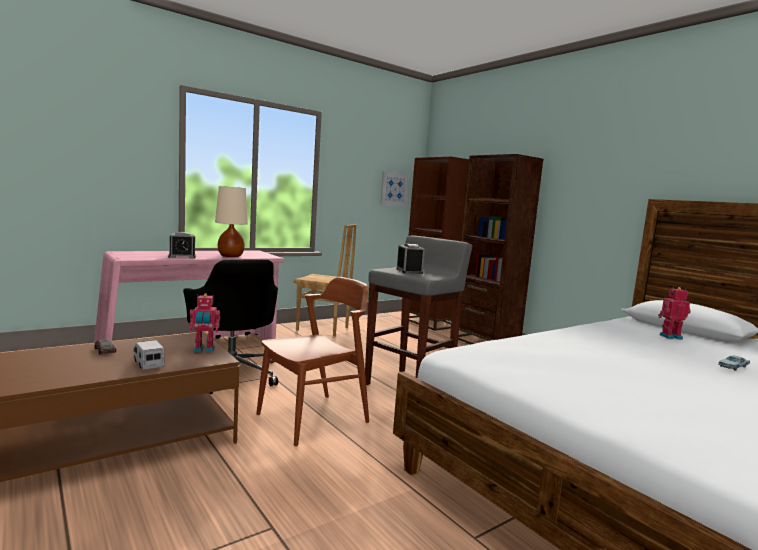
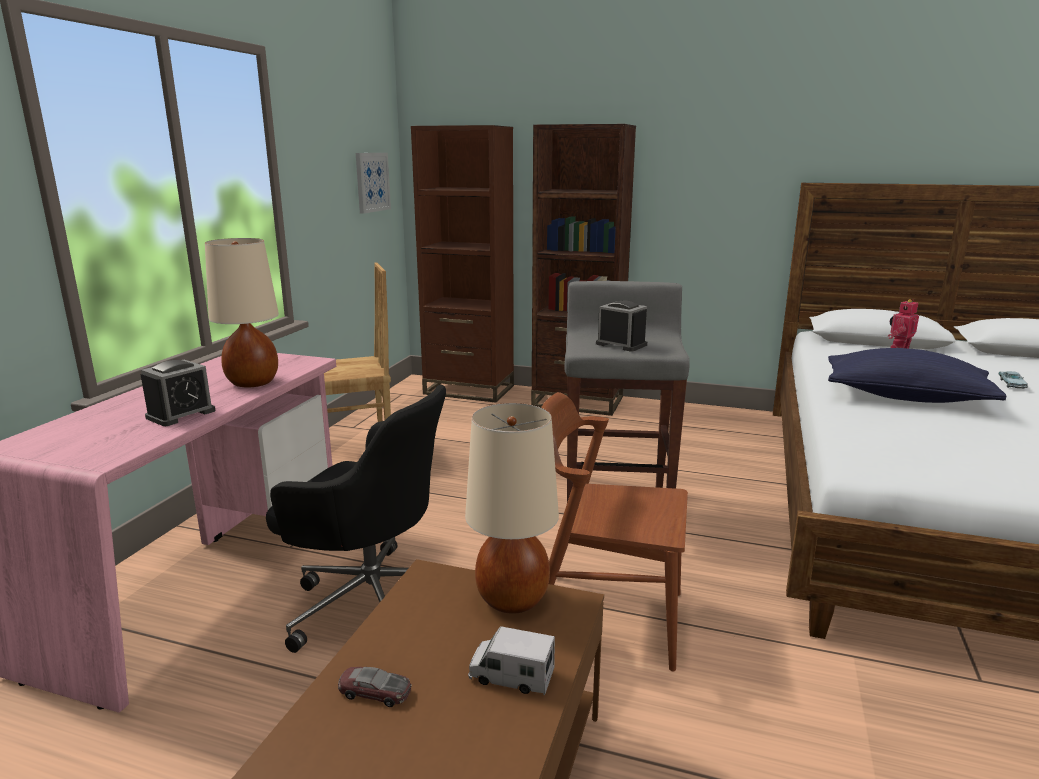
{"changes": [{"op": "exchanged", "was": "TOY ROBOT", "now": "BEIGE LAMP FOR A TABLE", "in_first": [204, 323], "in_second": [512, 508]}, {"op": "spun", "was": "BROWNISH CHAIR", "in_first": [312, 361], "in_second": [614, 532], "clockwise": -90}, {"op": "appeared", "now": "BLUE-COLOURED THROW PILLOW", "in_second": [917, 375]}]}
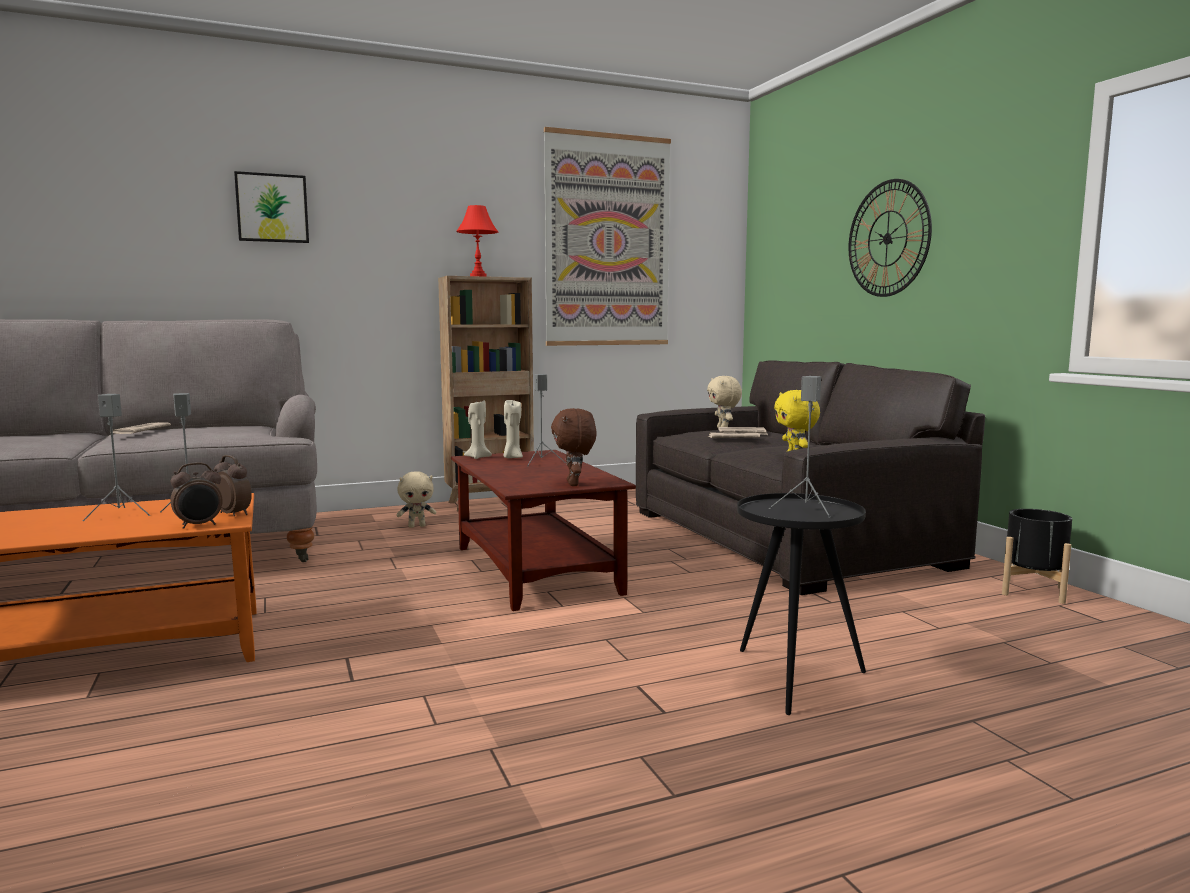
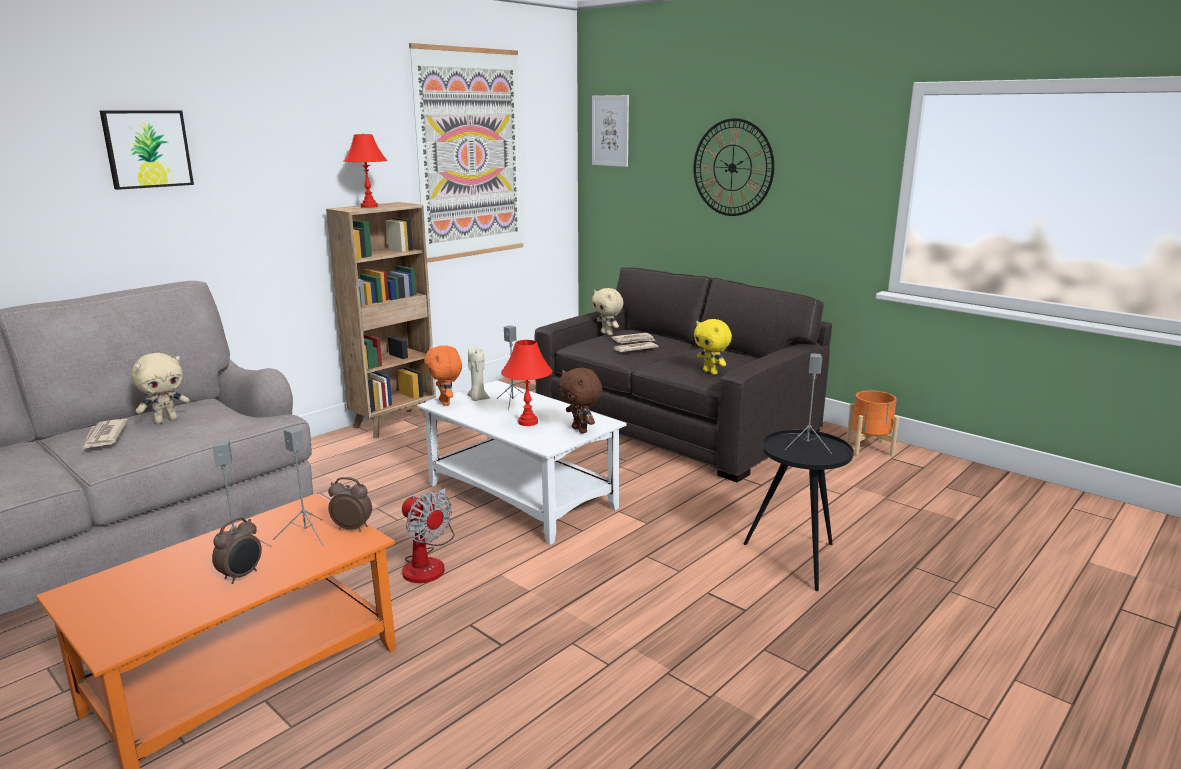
{"changes": [{"op": "relocated", "was": "BEIGE CUDDLY TOY", "in_first": [416, 499], "in_second": [160, 388]}, {"op": "relocated", "was": "TABLE CLOCK", "in_first": [196, 495], "in_second": [237, 550]}, {"op": "appeared", "now": "ELECTRIC FAN", "in_second": [428, 535]}, {"op": "colour", "was": "BROWNISH COFFEE TABLE", "now": "WHITE-COLOURED COFFEE TABLE", "in_first": [543, 530], "in_second": [521, 462]}, {"op": "exchanged", "was": "BEIGE CANDLE", "now": "ORANGE-COLOURED CUDDLY TOY", "in_first": [478, 429], "in_second": [443, 375]}, {"op": "appeared", "now": "REDDISH LAMP FOR A TABLE", "in_second": [526, 383]}, {"op": "appeared", "now": "PICTURE", "in_second": [610, 131]}, {"op": "colour", "was": "BLACK PLANTER", "now": "ORANGE-COLOURED PLANTER", "in_first": [1037, 556], "in_second": [872, 423]}]}
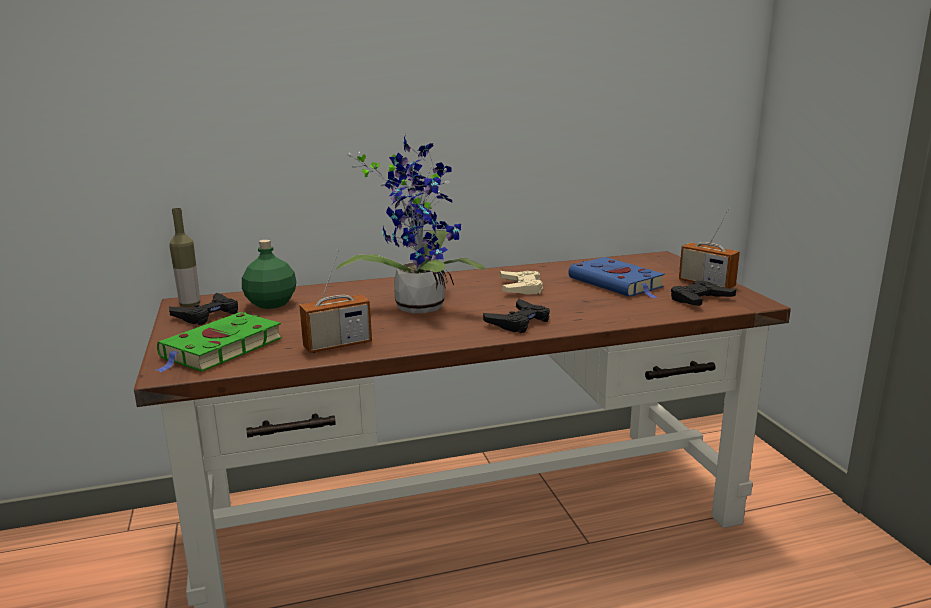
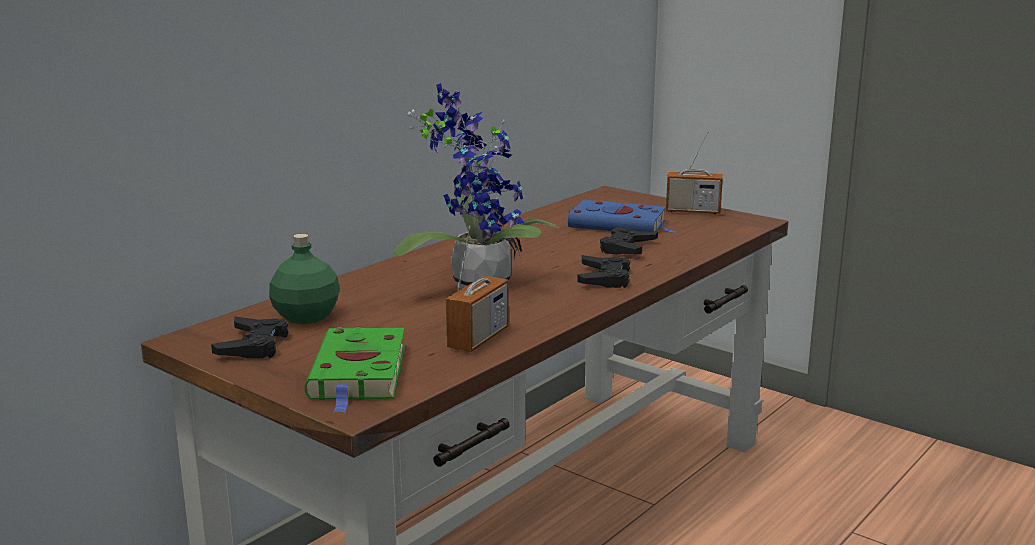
{"changes": [{"op": "relocated", "was": "BLACK GAMEPAD", "in_first": [703, 293], "in_second": [629, 241]}, {"op": "missing", "was": "DRINK BOTTLE", "in_first": [185, 257]}, {"op": "missing", "was": "BEIGE GAMEPAD", "in_first": [521, 282]}]}
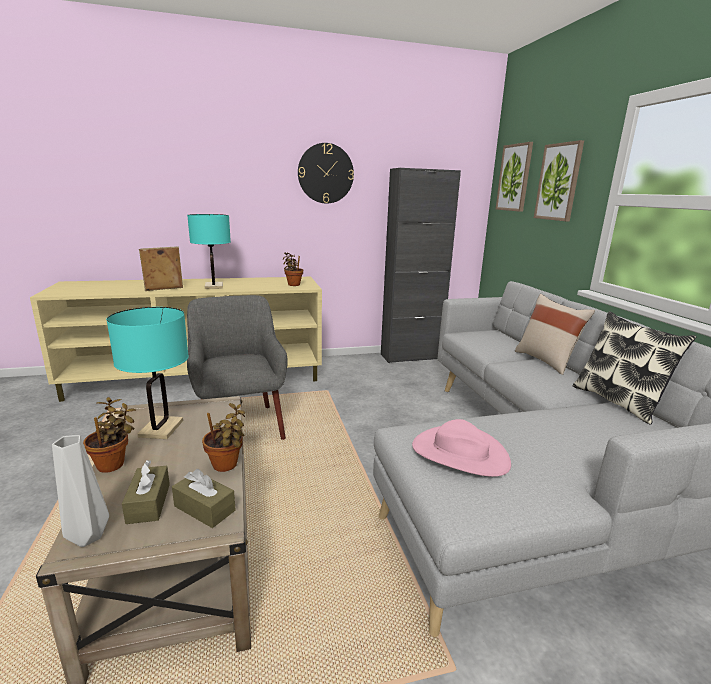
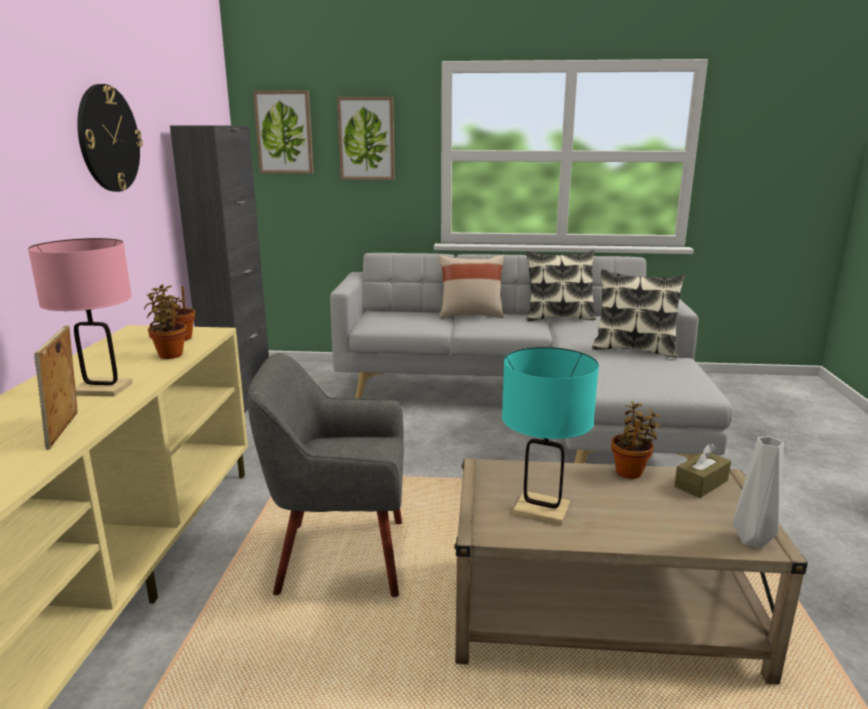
{"changes": [{"op": "colour", "was": "TURQUOISE LAMP FOR A TABLE", "now": "PINKISH LAMP FOR A TABLE", "in_first": [209, 251], "in_second": [80, 317]}, {"op": "relocated", "was": "PLANT IN A POT", "in_first": [109, 435], "in_second": [165, 326]}, {"op": "appeared", "now": "THROW PILLOW", "in_second": [639, 314]}, {"op": "missing", "was": "BROWNISH BOX OF TISSUES", "in_first": [146, 492]}, {"op": "missing", "was": "PINKISH CLOTHING HAT", "in_first": [461, 448]}]}
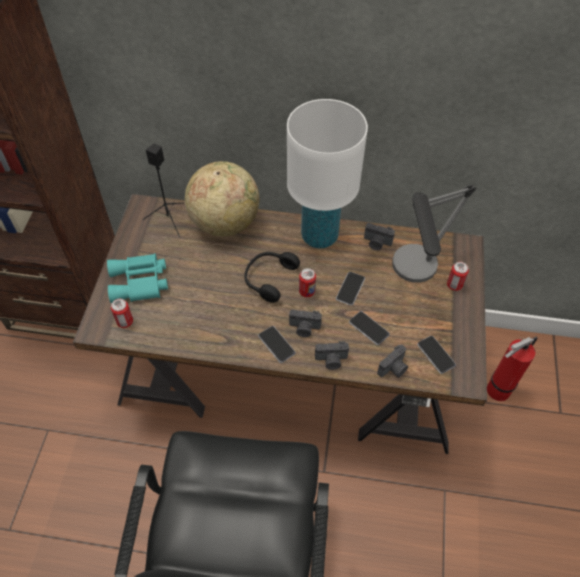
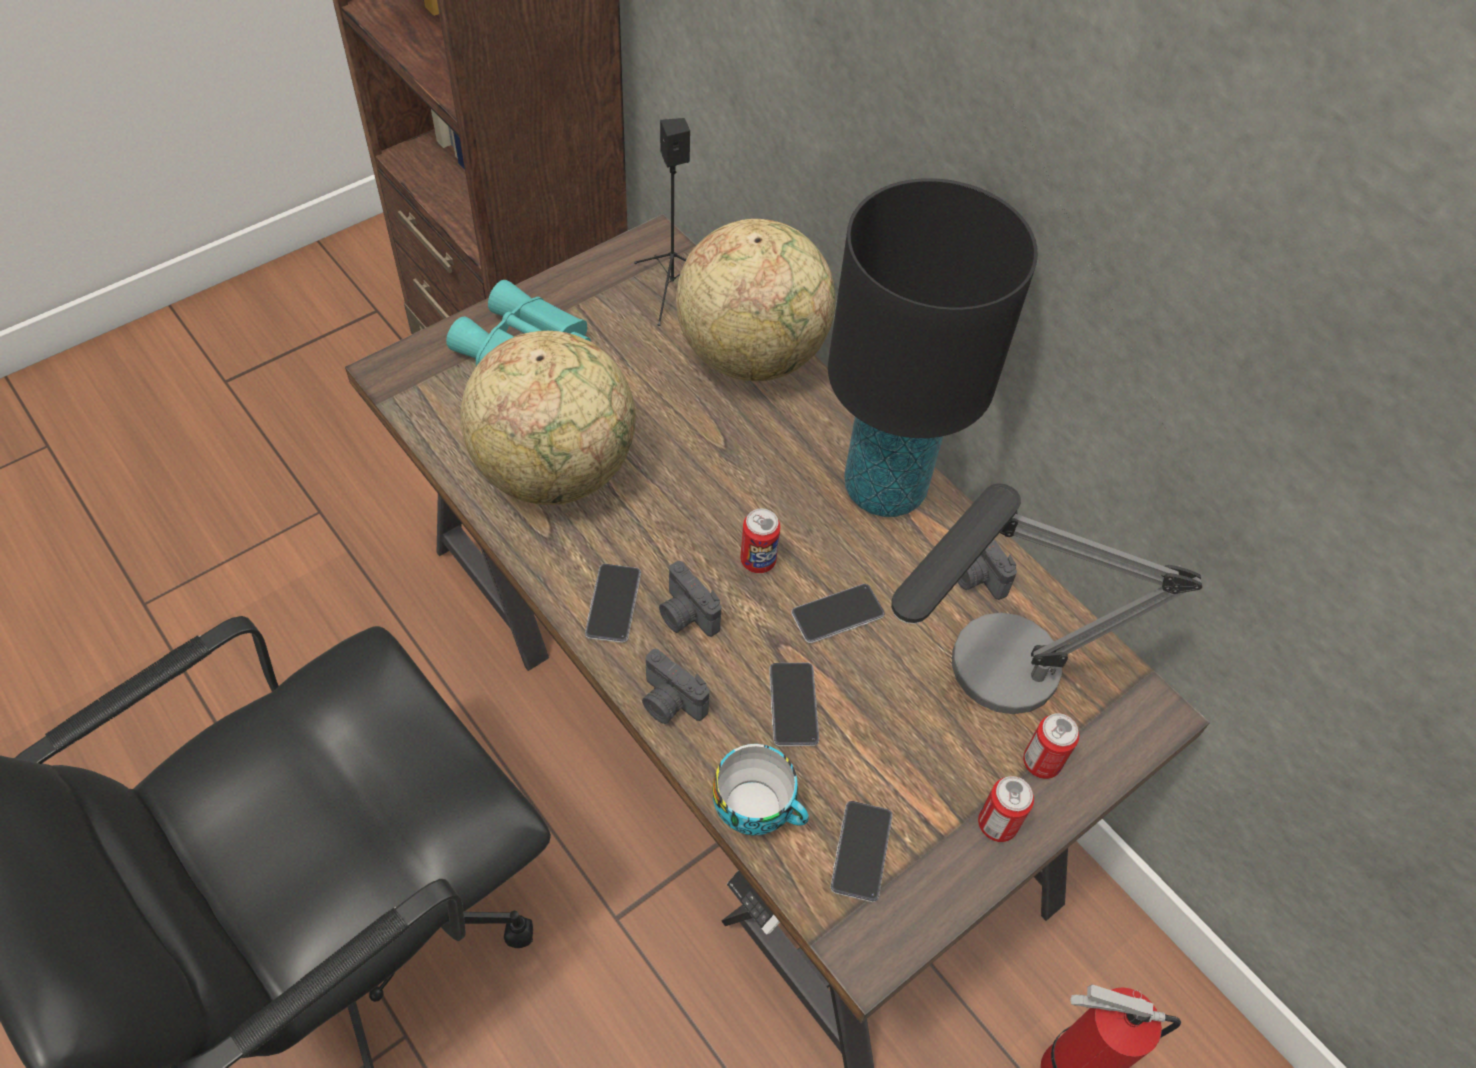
{"changes": [{"op": "appeared", "now": "WORLD GLOBE", "in_second": [548, 418]}, {"op": "exchanged", "was": "STILL CAMERA", "now": "CUP", "in_first": [392, 361], "in_second": [760, 790]}, {"op": "colour", "was": "WHITE-COLOURED LAMP FOR A TABLE", "now": "BLACK LAMP FOR A TABLE", "in_first": [327, 173], "in_second": [933, 347]}, {"op": "relocated", "was": "SEALED CAN", "in_first": [122, 313], "in_second": [1006, 809]}, {"op": "missing", "was": "BLACK HEADPHONES", "in_first": [272, 277]}]}
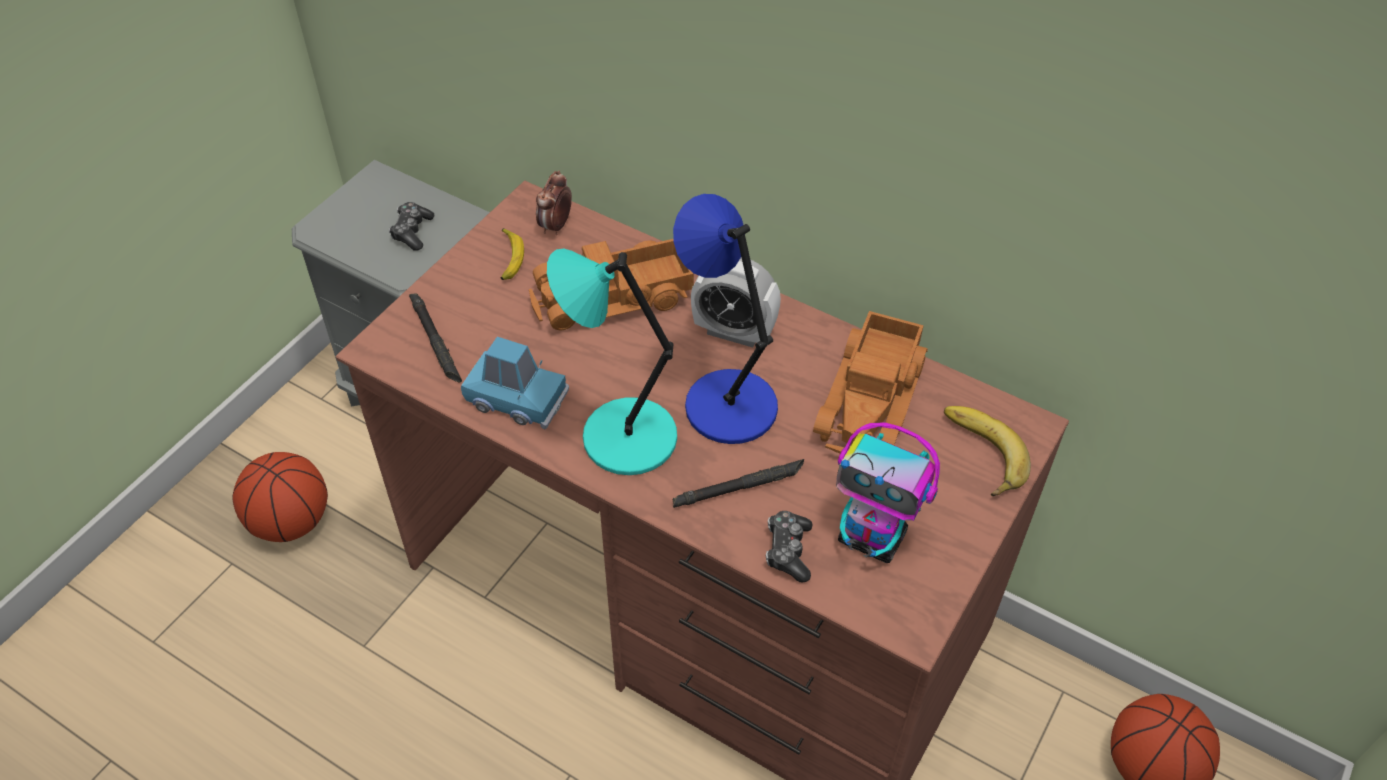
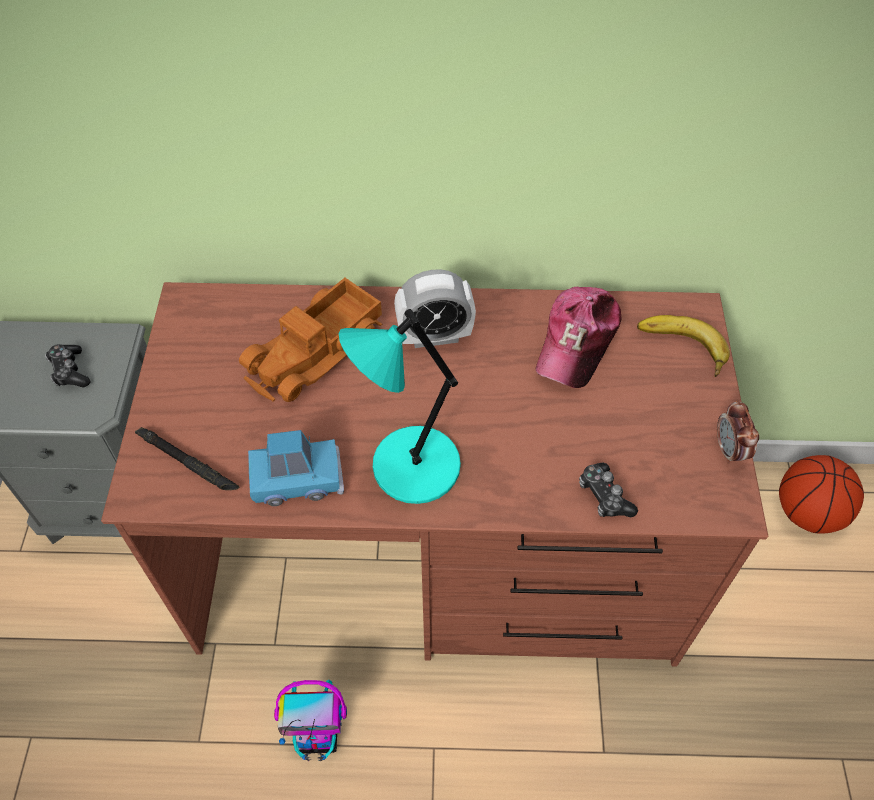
{"changes": [{"op": "relocated", "was": "TOY ROBOT", "in_first": [888, 492], "in_second": [310, 721]}, {"op": "exchanged", "was": "TOY LORRY", "now": "CAP", "in_first": [870, 382], "in_second": [578, 337]}, {"op": "relocated", "was": "TABLE CLOCK", "in_first": [554, 202], "in_second": [738, 432]}, {"op": "missing", "was": "BASKETBALL", "in_first": [280, 497]}, {"op": "missing", "was": "BANANA", "in_first": [512, 254]}, {"op": "missing", "was": "BLUE-COLOURED LAMP FOR A TABLE", "in_first": [725, 319]}, {"op": "missing", "was": "BLACK FLASHLIGHT", "in_first": [738, 483]}]}
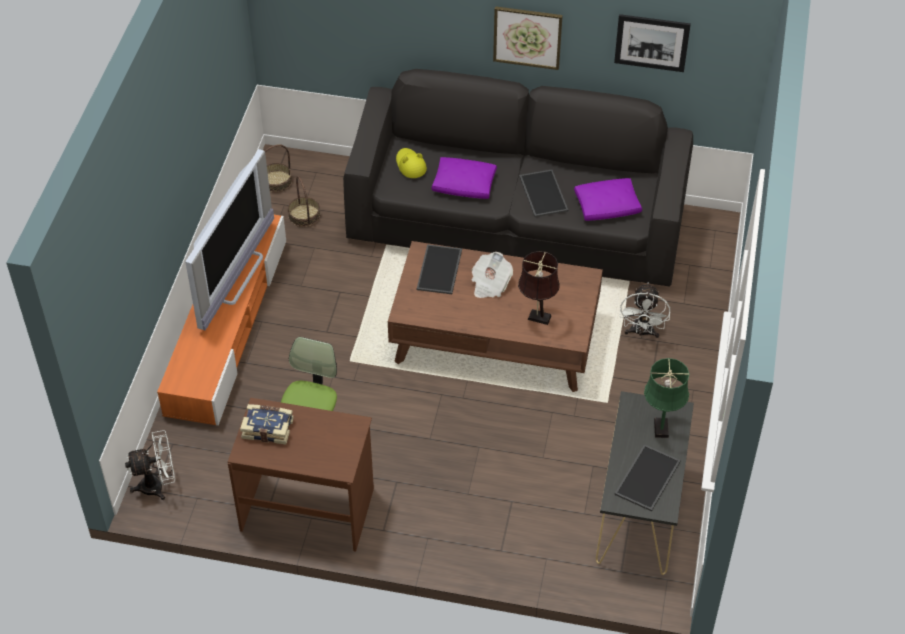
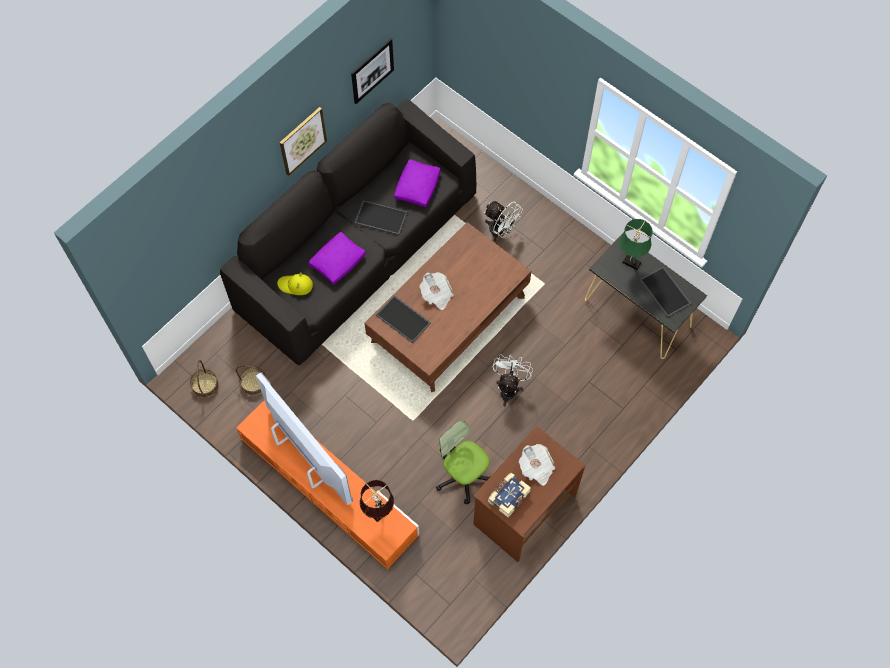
{"changes": [{"op": "relocated", "was": "BROWNISH LAMP FOR A TABLE", "in_first": [539, 288], "in_second": [377, 501]}, {"op": "relocated", "was": "WHITE-COLOURED ELECTRIC FAN", "in_first": [150, 465], "in_second": [513, 380]}, {"op": "appeared", "now": "NEWSPAPER", "in_second": [537, 465]}]}
